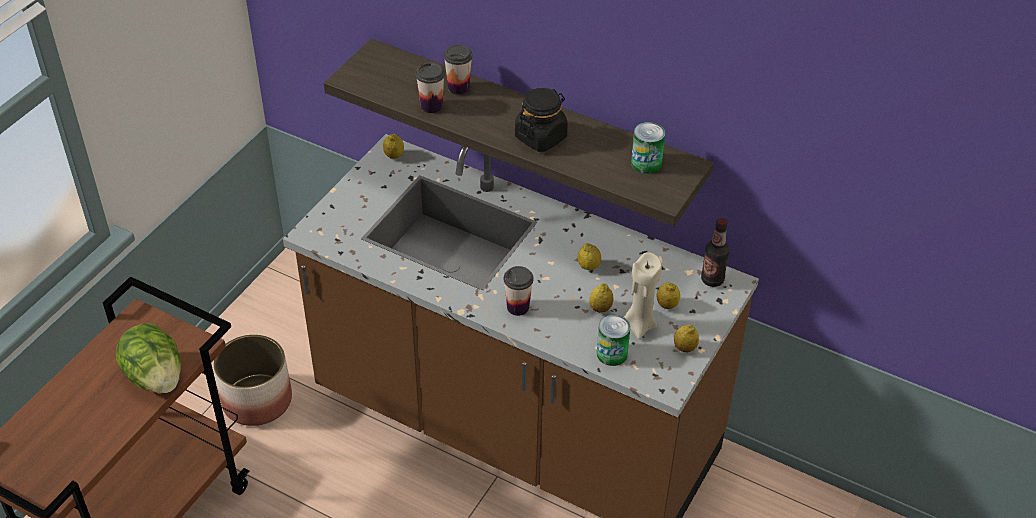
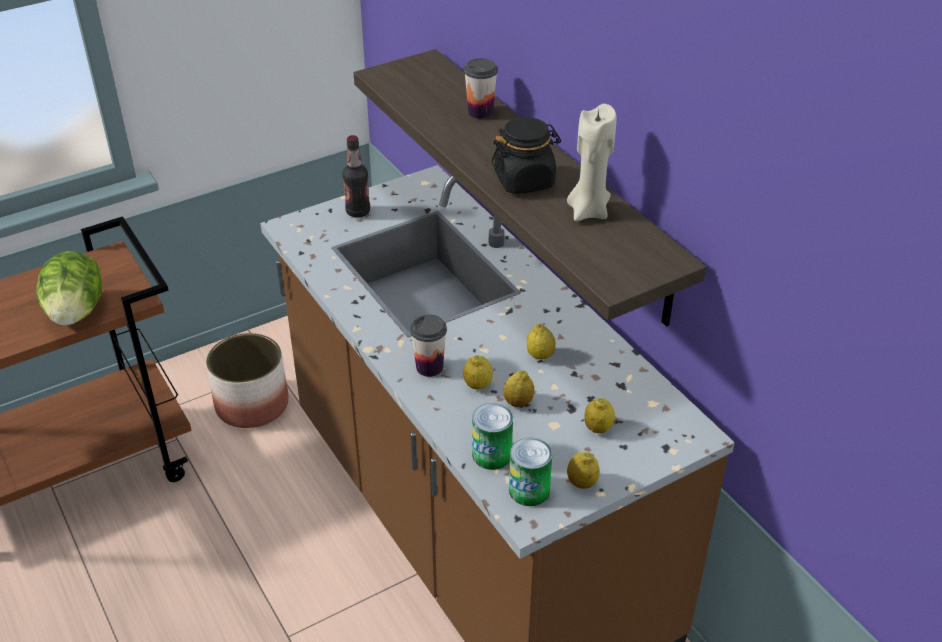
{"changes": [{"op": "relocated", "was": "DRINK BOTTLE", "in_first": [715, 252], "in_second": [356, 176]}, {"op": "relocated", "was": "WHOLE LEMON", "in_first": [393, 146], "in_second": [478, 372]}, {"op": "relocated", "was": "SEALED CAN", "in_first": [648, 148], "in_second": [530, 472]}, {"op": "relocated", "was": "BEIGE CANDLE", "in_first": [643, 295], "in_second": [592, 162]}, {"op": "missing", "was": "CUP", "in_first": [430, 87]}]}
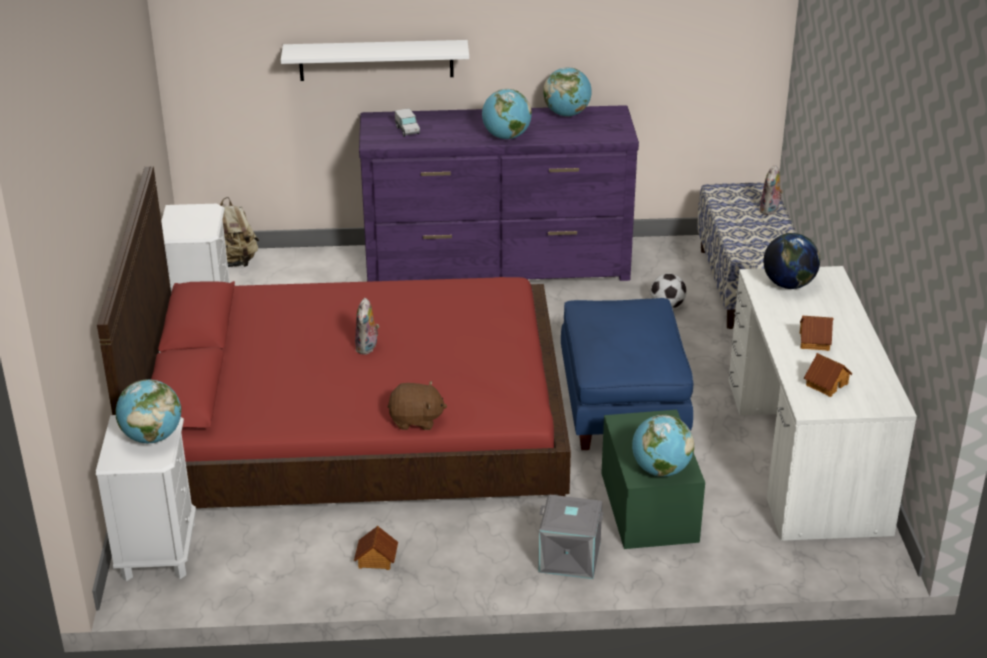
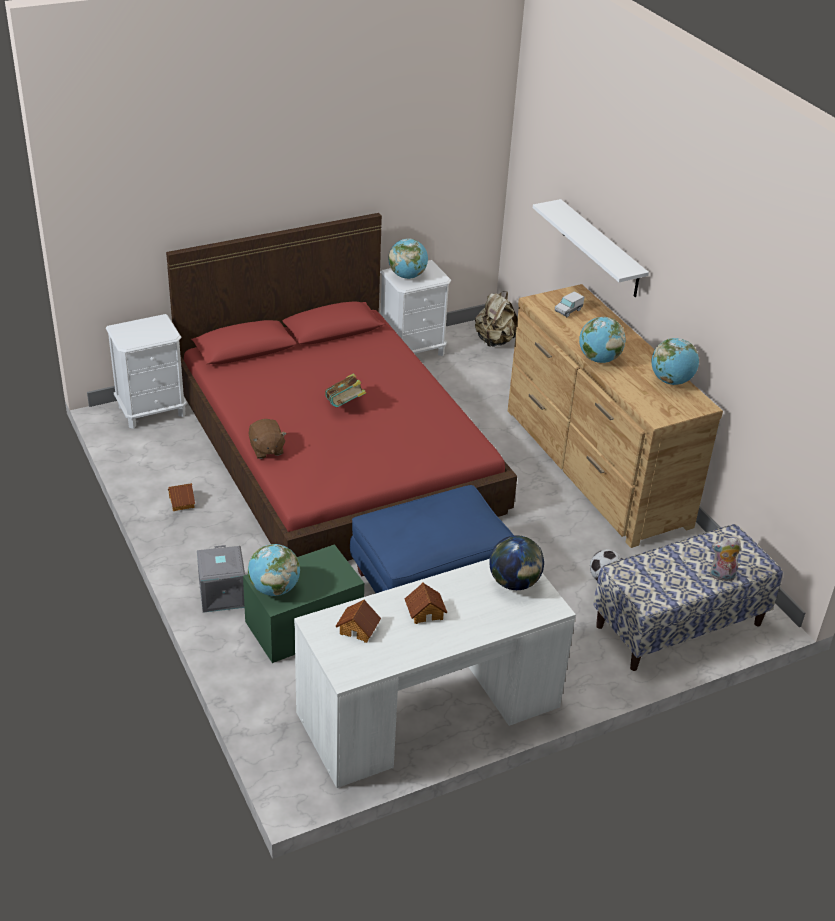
{"changes": [{"op": "exchanged", "was": "CUDDLY TOY", "now": "BOUND BOOK", "in_first": [367, 326], "in_second": [345, 390]}, {"op": "relocated", "was": "WORLD GLOBE", "in_first": [148, 411], "in_second": [408, 258]}, {"op": "colour", "was": "PURPLE DRESSER", "now": "BROWNISH DRESSER", "in_first": [499, 193], "in_second": [615, 416]}]}
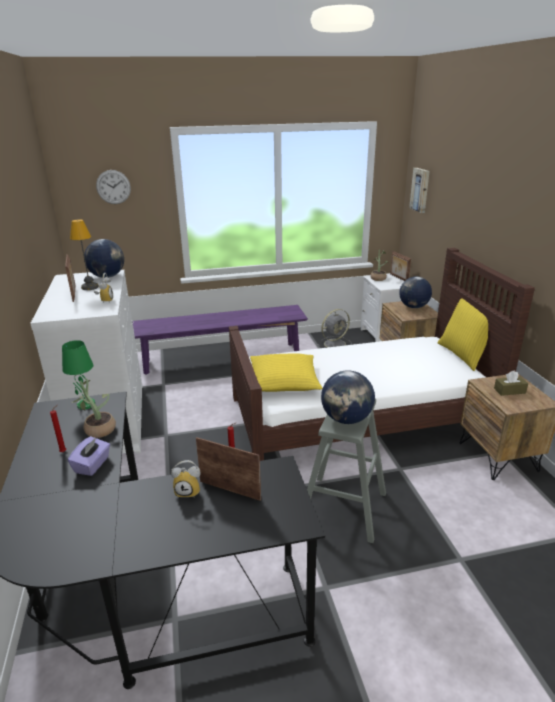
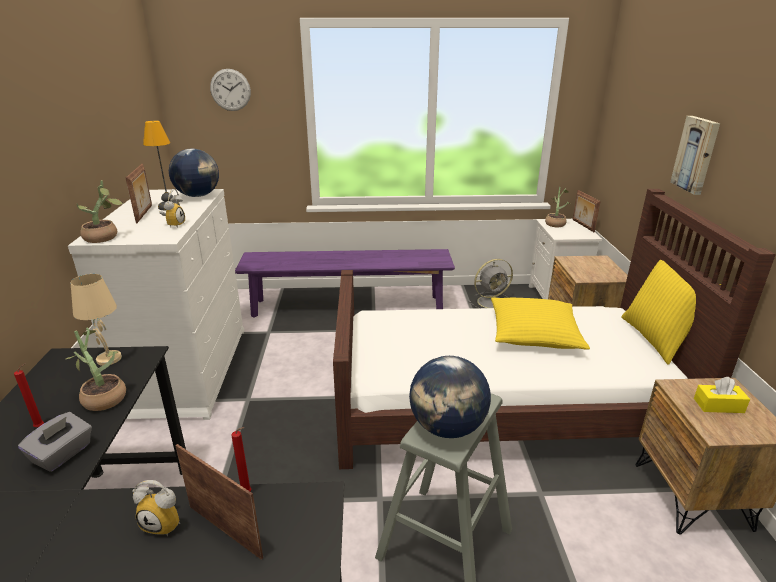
{"changes": [{"op": "colour", "was": "PURPLE BOX OF TISSUES", "now": "GREY BOX OF TISSUES", "in_first": [89, 456], "in_second": [55, 442]}, {"op": "colour", "was": "GREEN-COLOURED LAMP FOR A TABLE", "now": "BEIGE LAMP FOR A TABLE", "in_first": [78, 374], "in_second": [96, 320]}, {"op": "appeared", "now": "PLANT IN A POT", "in_second": [100, 211]}, {"op": "relocated", "was": "YELLOWISH THROW PILLOW", "in_first": [286, 372], "in_second": [540, 323]}, {"op": "relocated", "was": "PICTURE", "in_first": [419, 190], "in_second": [695, 155]}, {"op": "colour", "was": "BROWNISH BOX OF TISSUES", "now": "YELLOWISH BOX OF TISSUES", "in_first": [511, 383], "in_second": [722, 395]}, {"op": "missing", "was": "WORLD GLOBE", "in_first": [415, 292]}]}
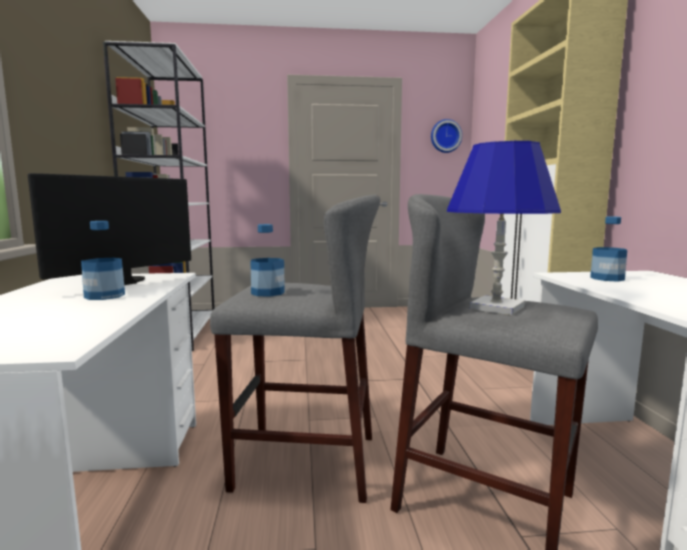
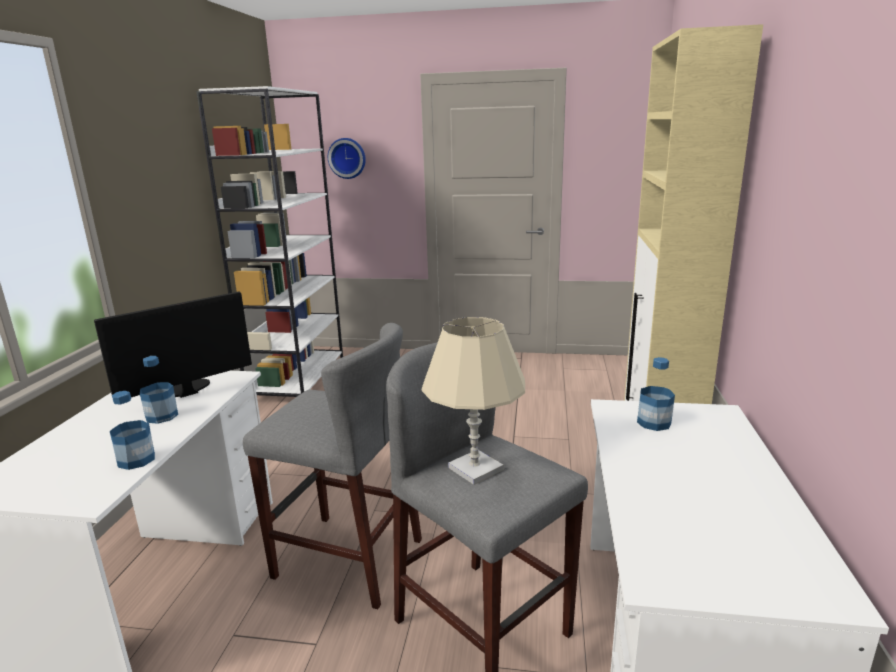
{"changes": [{"op": "relocated", "was": "DRINK BOTTLE", "in_first": [268, 260], "in_second": [132, 430]}, {"op": "relocated", "was": "HANGING CLOCK", "in_first": [446, 136], "in_second": [347, 158]}, {"op": "colour", "was": "BLUE-COLOURED LAMP FOR A TABLE", "now": "BEIGE LAMP FOR A TABLE", "in_first": [504, 228], "in_second": [473, 401]}]}
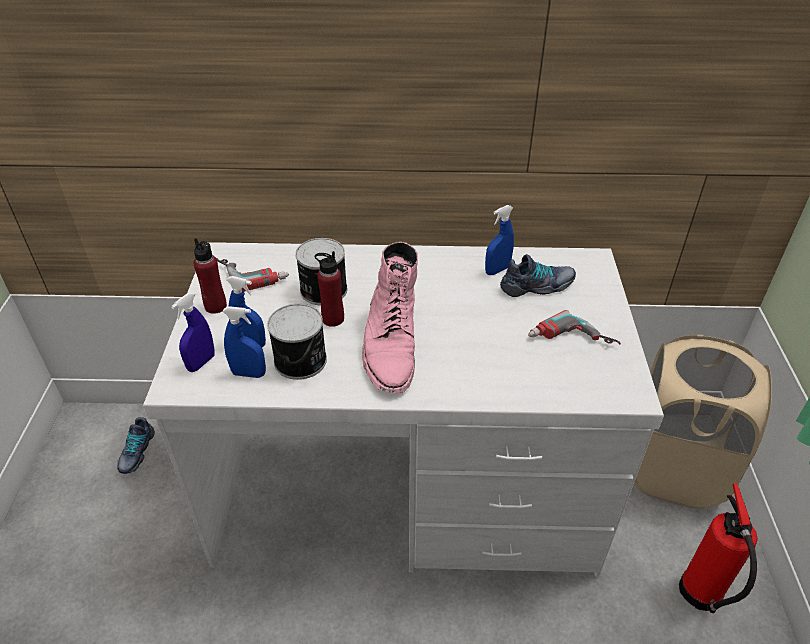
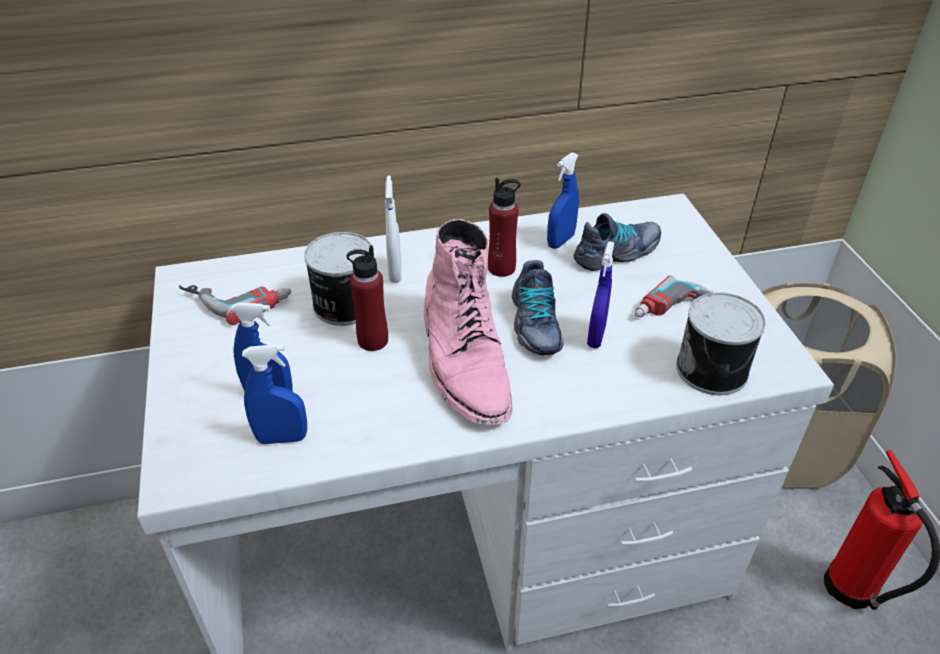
{"changes": [{"op": "appeared", "now": "WHITE-COLOURED HAND SPRAYER", "in_second": [393, 229]}, {"op": "relocated", "was": "REDDISH DRINK BOTTLE", "in_first": [210, 276], "in_second": [504, 227]}, {"op": "relocated", "was": "LOW SHOE", "in_first": [136, 445], "in_second": [538, 307]}, {"op": "relocated", "was": "BLUE-COLOURED HAND SPRAYER", "in_first": [193, 332], "in_second": [600, 294]}, {"op": "relocated", "was": "SEALED CAN", "in_first": [297, 342], "in_second": [721, 343]}]}
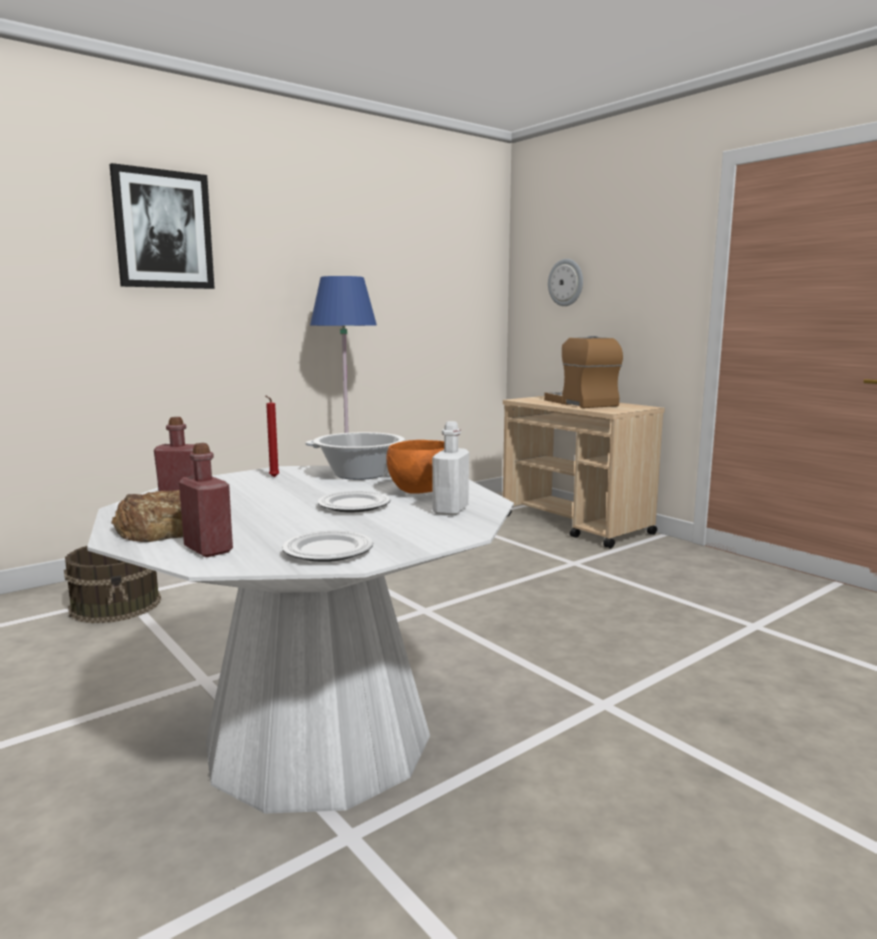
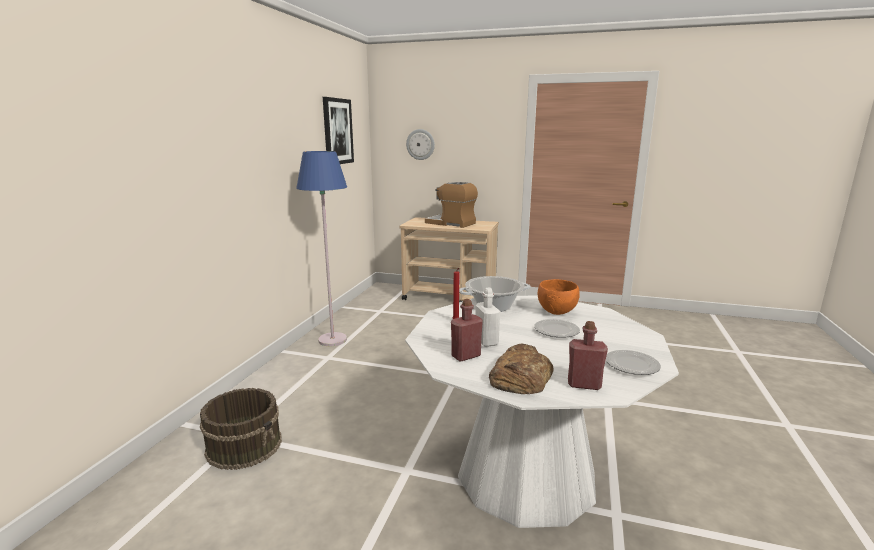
{"changes": [{"op": "relocated", "was": "PICTURE", "in_first": [162, 226], "in_second": [338, 130]}, {"op": "relocated", "was": "WHITE-COLOURED DRINK BOTTLE", "in_first": [450, 468], "in_second": [487, 317]}]}
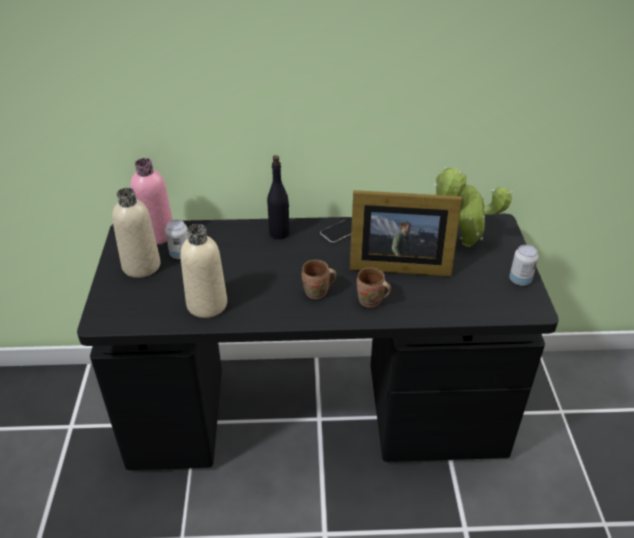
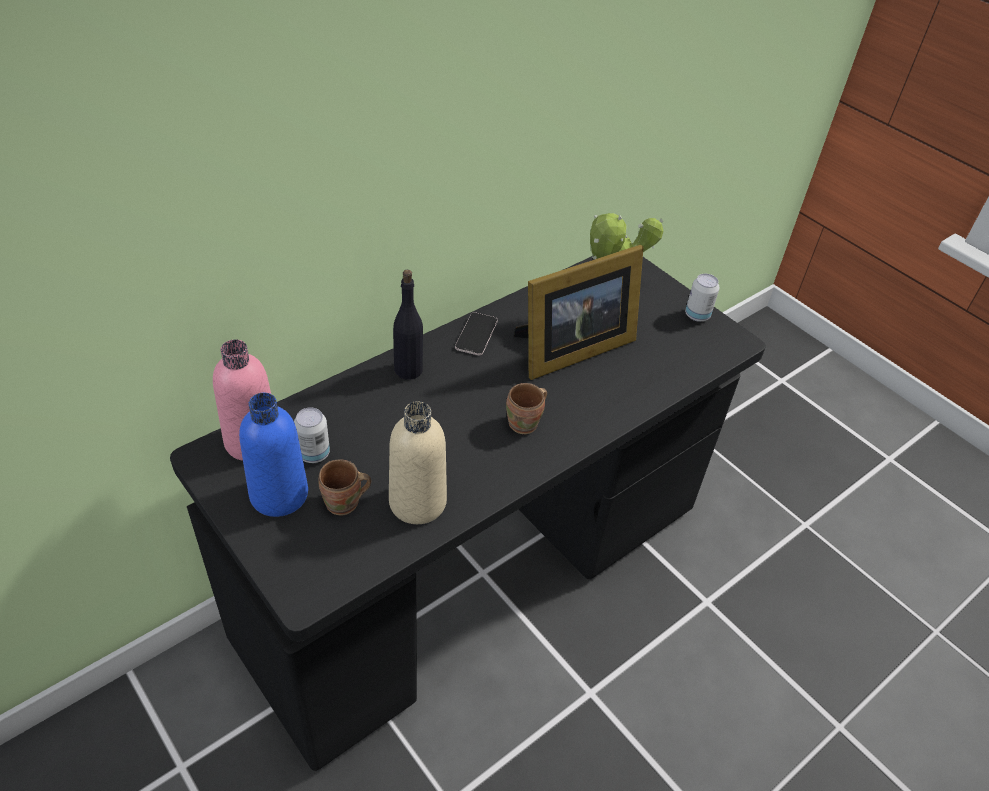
{"changes": [{"op": "colour", "was": "BEIGE DRINK BOTTLE", "now": "BLUE-COLOURED DRINK BOTTLE", "in_first": [136, 233], "in_second": [273, 455]}, {"op": "relocated", "was": "BROWNISH TEA MUG", "in_first": [374, 287], "in_second": [345, 487]}]}
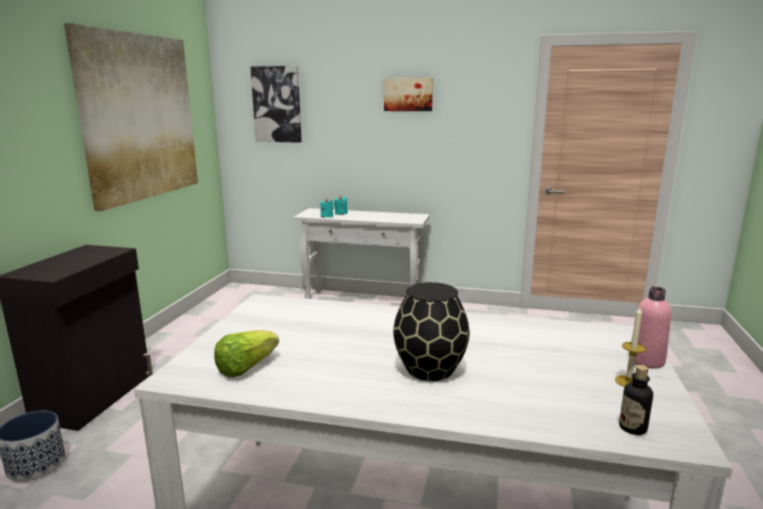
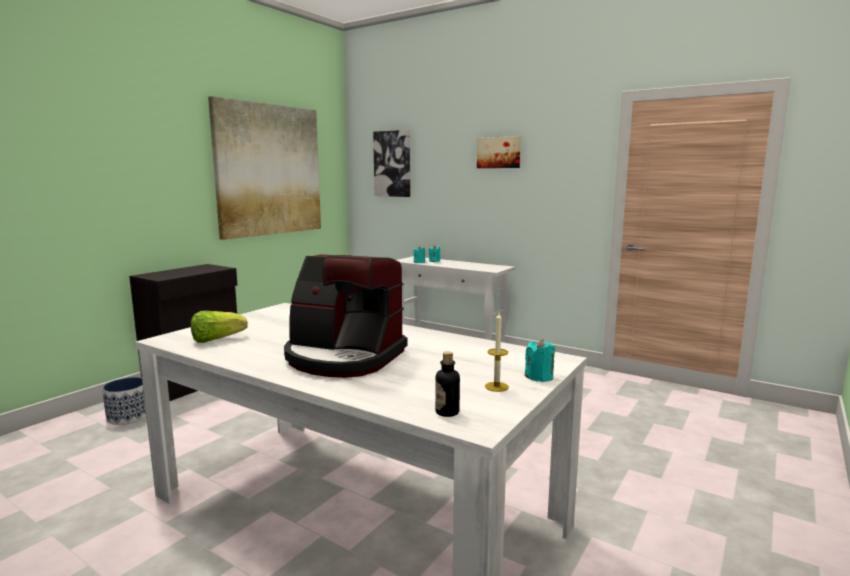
{"changes": [{"op": "exchanged", "was": "BLACK FLOWER VASE", "now": "COFFEE MACHINE", "in_first": [431, 331], "in_second": [345, 316]}, {"op": "exchanged", "was": "PINKISH DRINK BOTTLE", "now": "TURQUOISE CANDLE", "in_first": [650, 328], "in_second": [540, 360]}]}
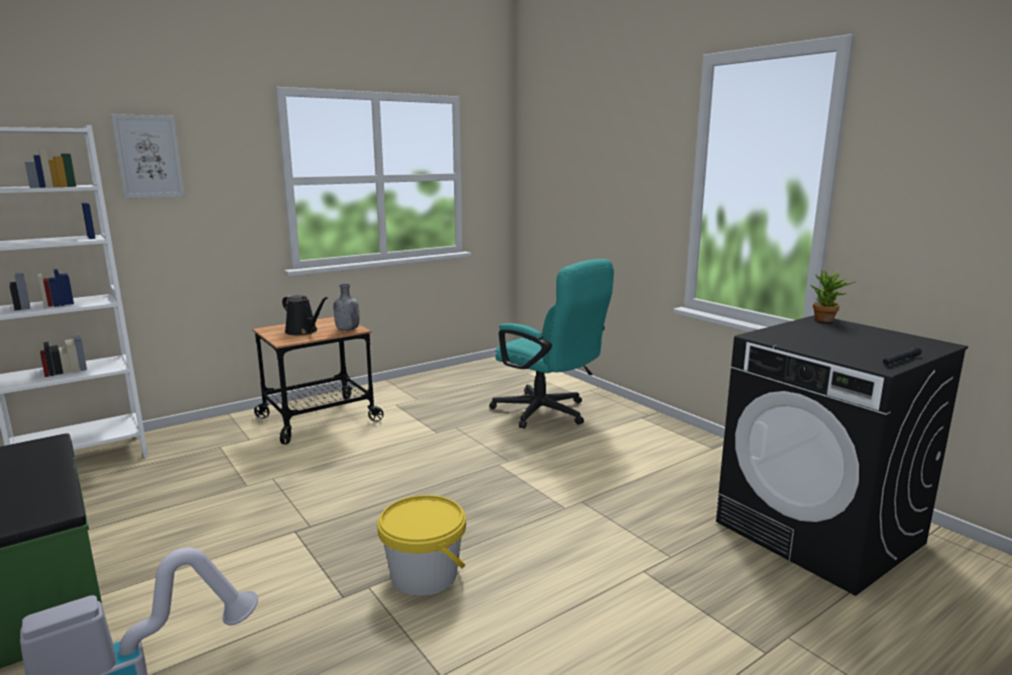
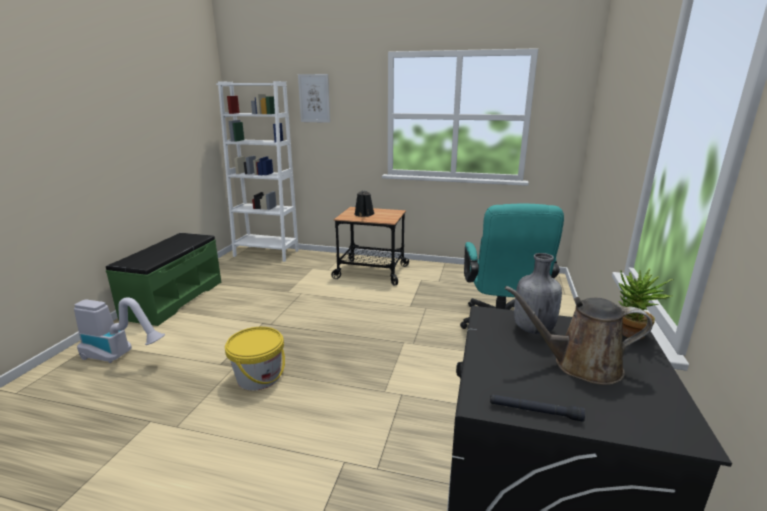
{"changes": [{"op": "appeared", "now": "BROWNISH WATERING CAN", "in_second": [579, 335]}, {"op": "relocated", "was": "GREY DRINK BOTTLE", "in_first": [346, 307], "in_second": [538, 293]}]}
